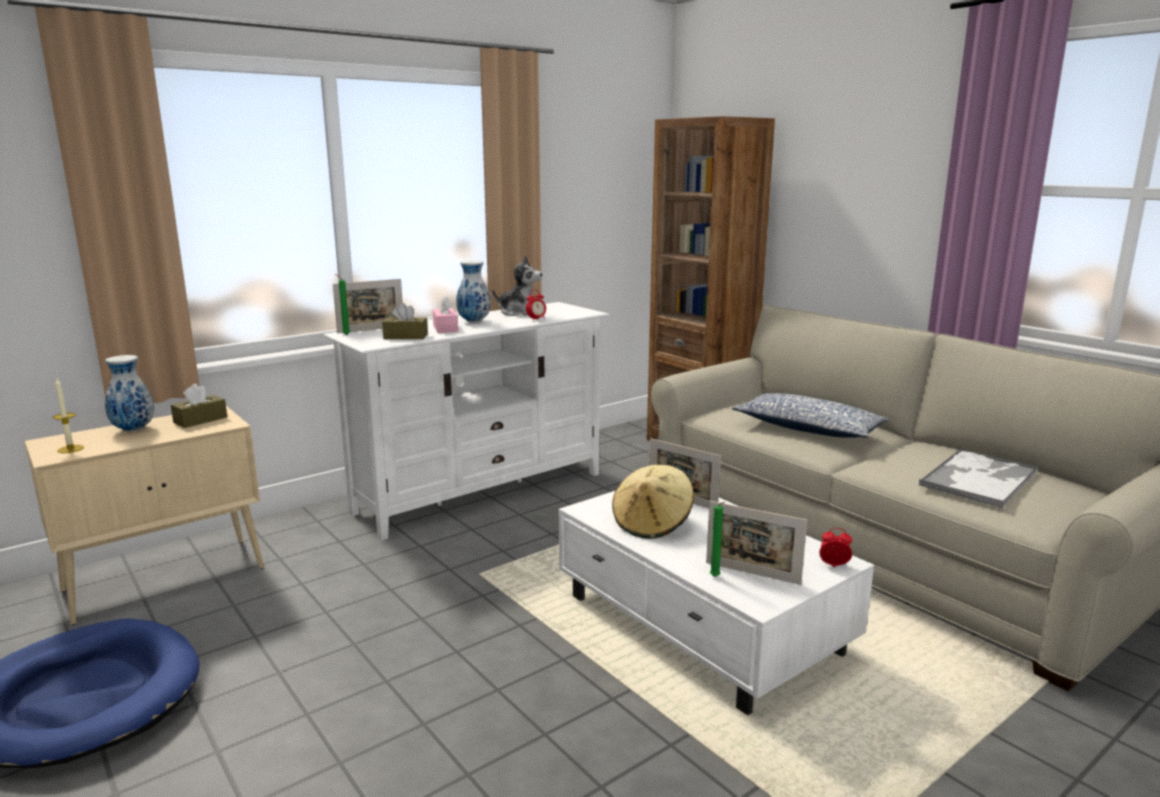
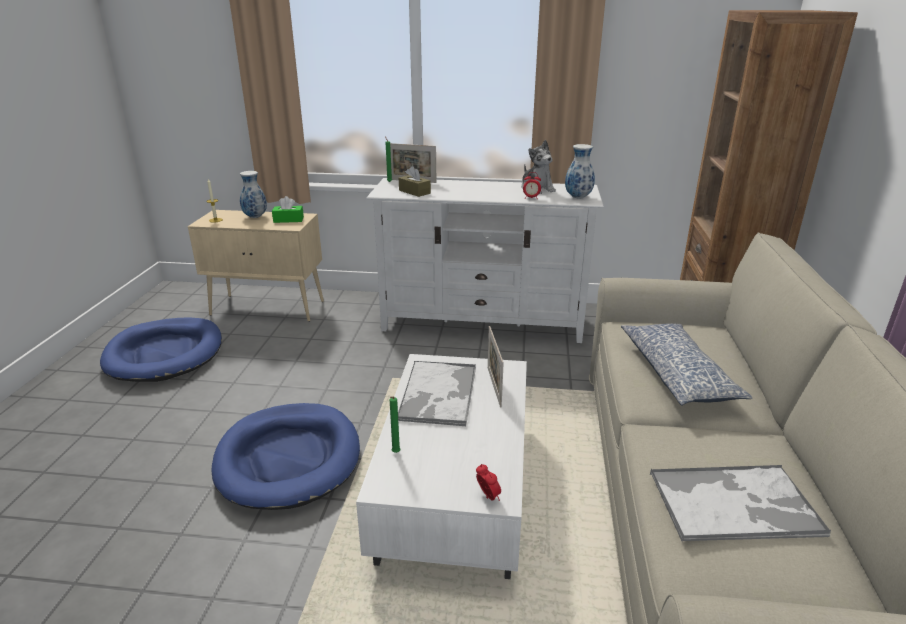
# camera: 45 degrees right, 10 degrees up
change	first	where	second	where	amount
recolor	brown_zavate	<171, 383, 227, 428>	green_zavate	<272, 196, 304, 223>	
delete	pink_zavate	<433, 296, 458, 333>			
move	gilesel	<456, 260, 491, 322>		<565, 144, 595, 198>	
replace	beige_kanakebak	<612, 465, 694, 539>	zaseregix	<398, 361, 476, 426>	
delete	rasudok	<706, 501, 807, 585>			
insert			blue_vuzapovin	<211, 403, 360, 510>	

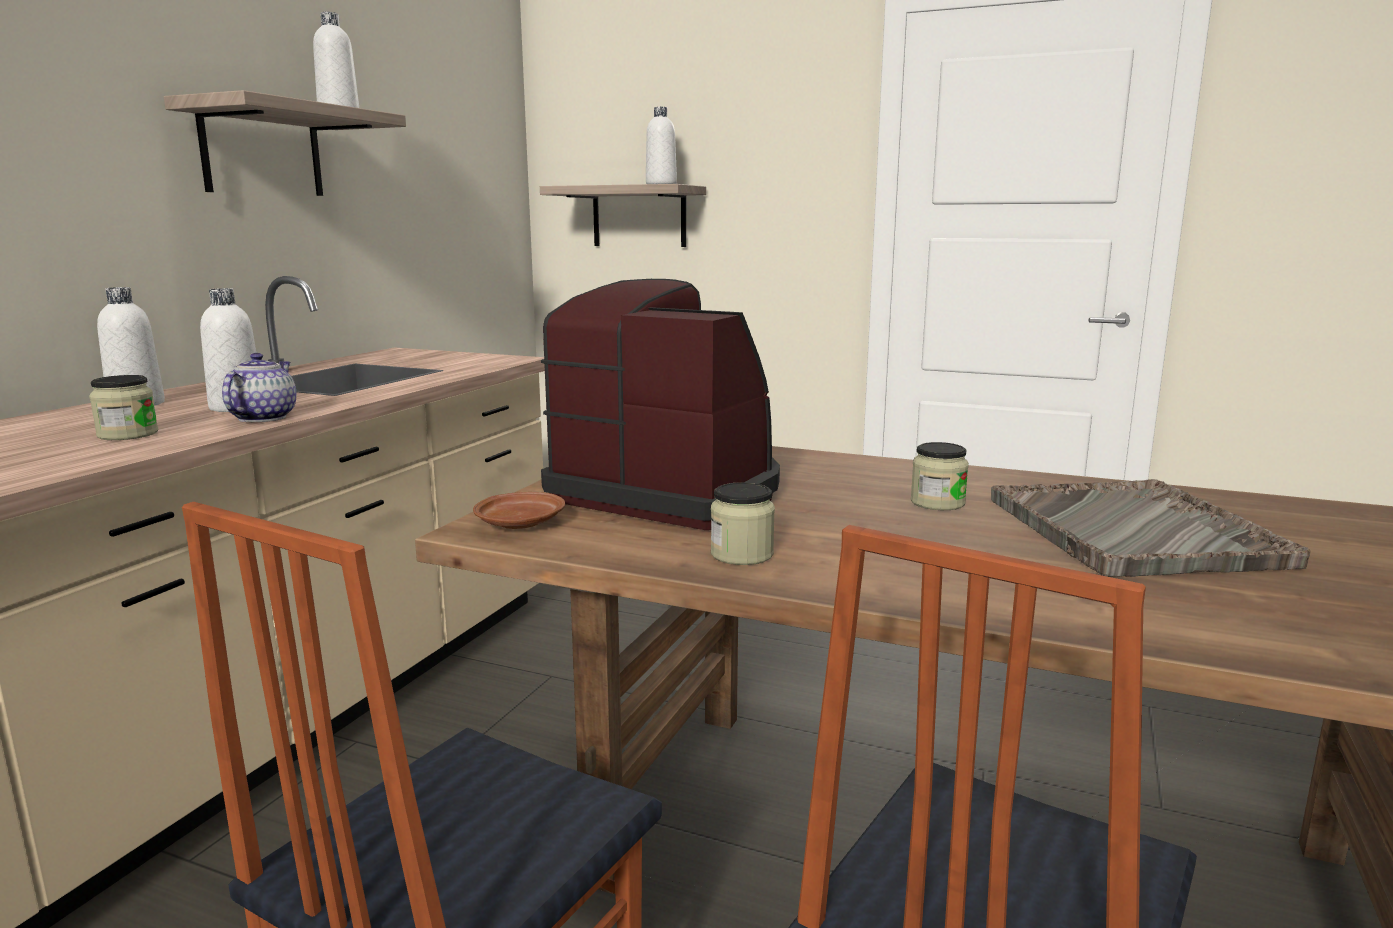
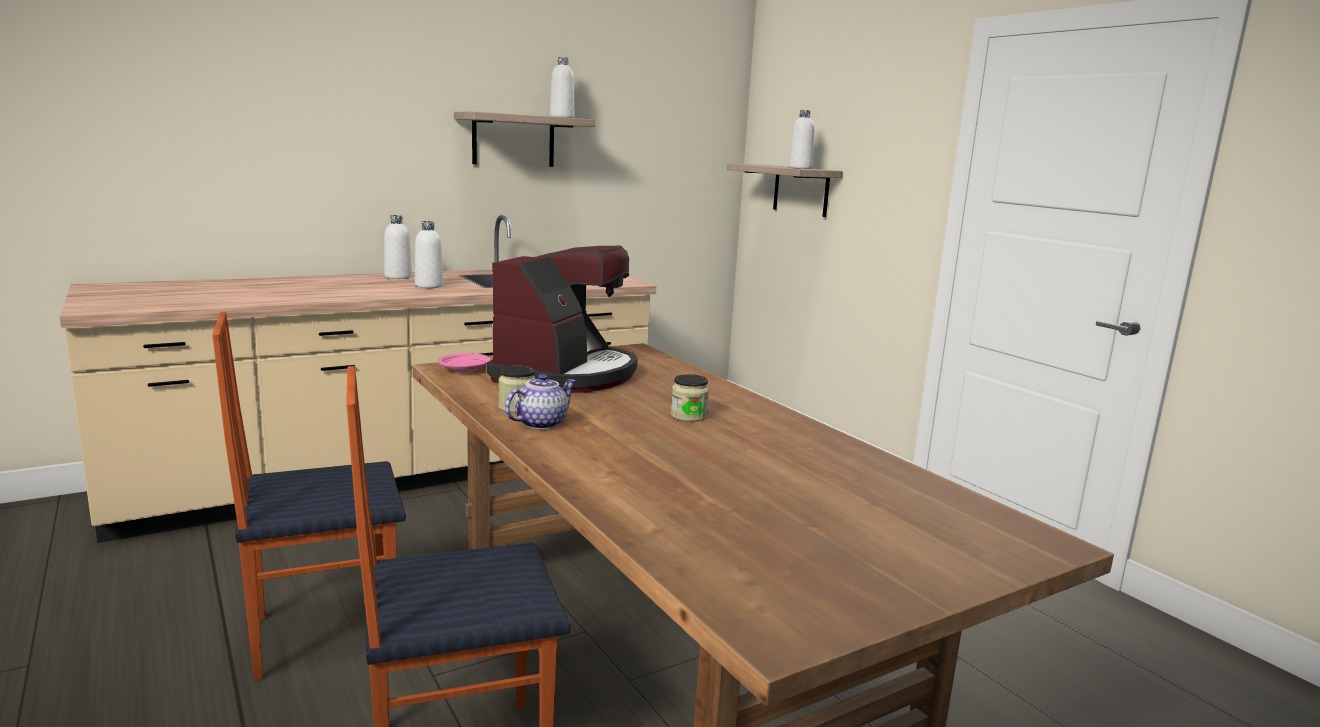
# camera: 35 degrees right, 0 degrees up
change	first	where	second	where	amount
delete	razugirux	<89, 375, 158, 440>			
move	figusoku	<222, 353, 297, 422>		<505, 374, 576, 430>	
recolor	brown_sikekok	<473, 492, 565, 529>	pink_sikekok	<438, 353, 491, 372>	
rotate	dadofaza	<541, 279, 780, 530>		<487, 246, 638, 393>	45 degrees clockwise
delete	grey_zaseregix	<991, 479, 1311, 577>			

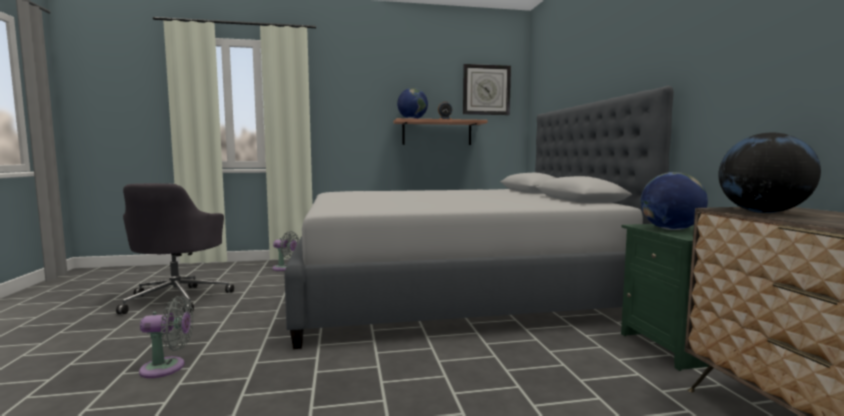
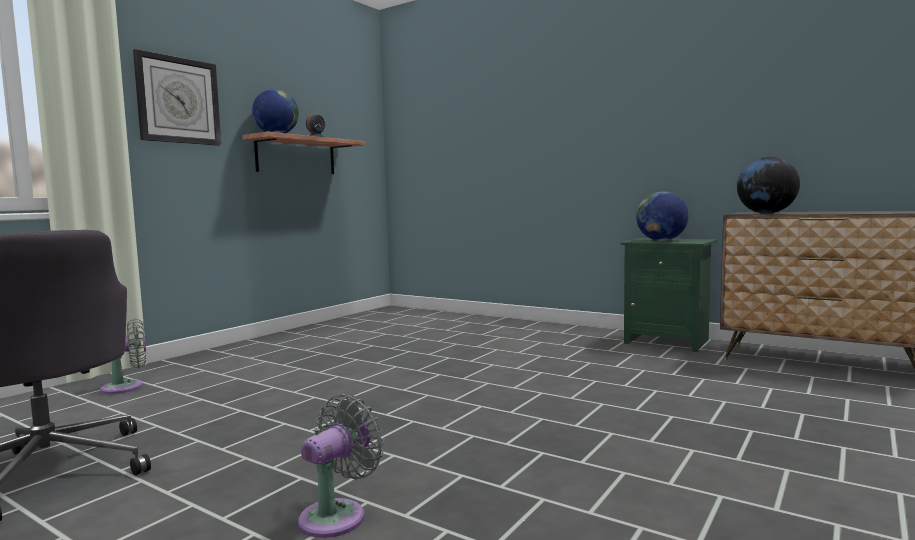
# camera: 45 degrees left, 0 degrees up
change	first	where	second	where	amount
delete	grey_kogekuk	<284, 86, 674, 349>			
move	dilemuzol	<463, 64, 511, 115>		<133, 49, 221, 146>	

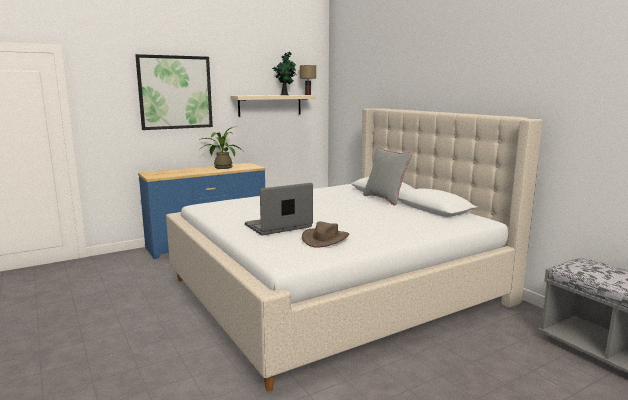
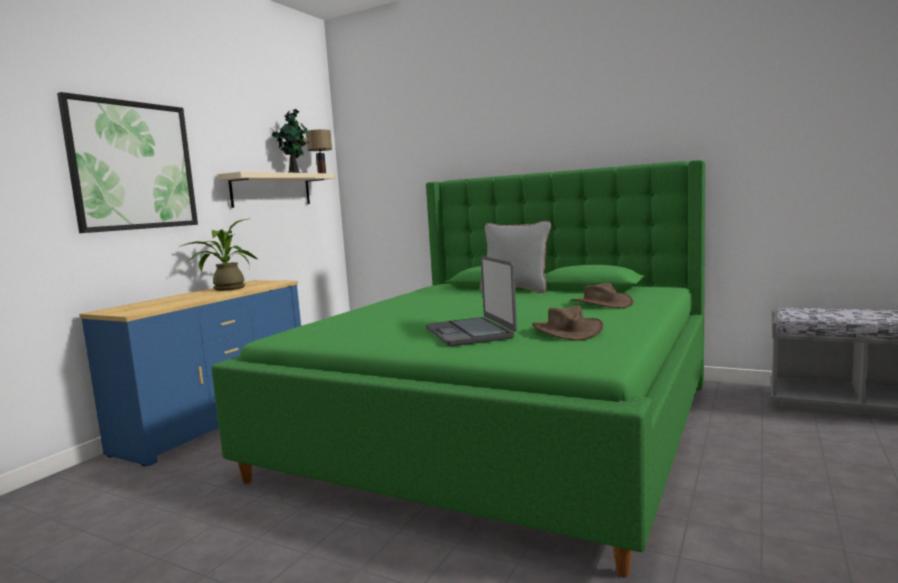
# camera: 30 degrees left, 5 degrees down
change	first	where	second	where	amount
recolor	beige_kogekuk	<166, 108, 543, 392>	green_kogekuk	<211, 160, 705, 578>	
rotate	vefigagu	<245, 183, 313, 235>		<426, 256, 517, 346>	45 degrees counterclockwise
insert			brown_kanakebak	<570, 283, 633, 308>	

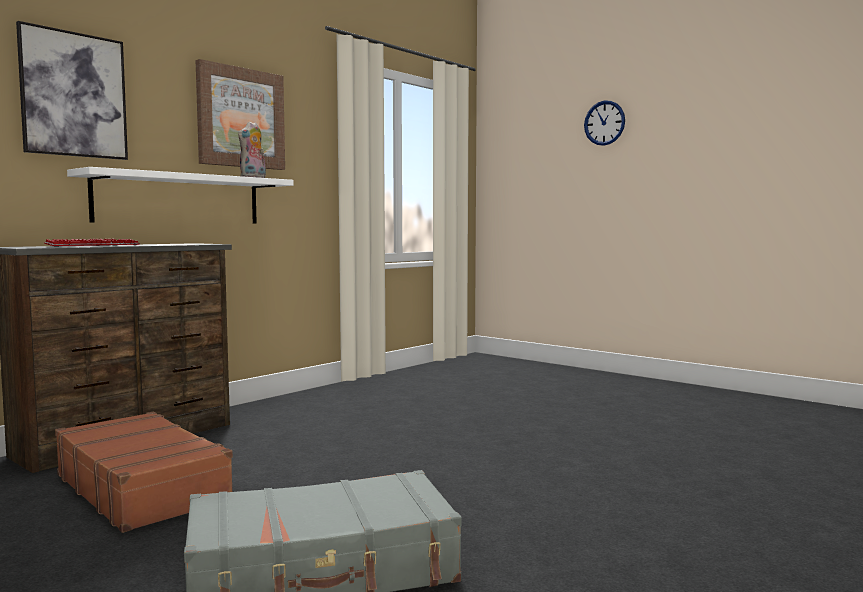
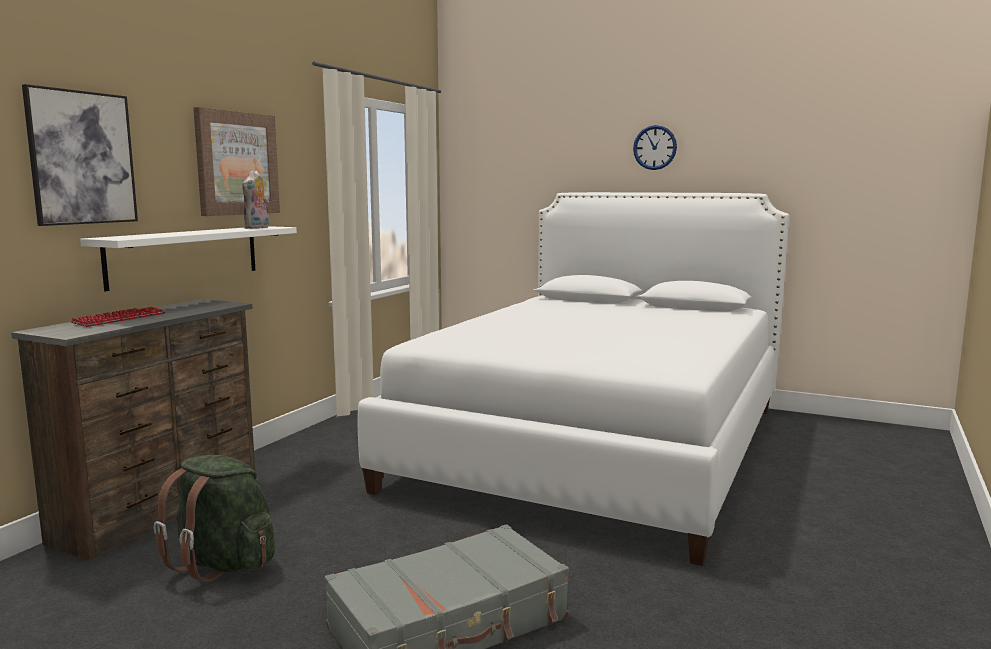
# camera: 15 degrees left, 5 degrees up
change	first	where	second	where	amount
replace	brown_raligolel	<55, 412, 233, 533>	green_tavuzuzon	<154, 455, 275, 582>	
move	dilemuzol	<584, 100, 625, 146>		<633, 125, 677, 170>	
insert			white_kogekuk	<358, 192, 789, 566>	

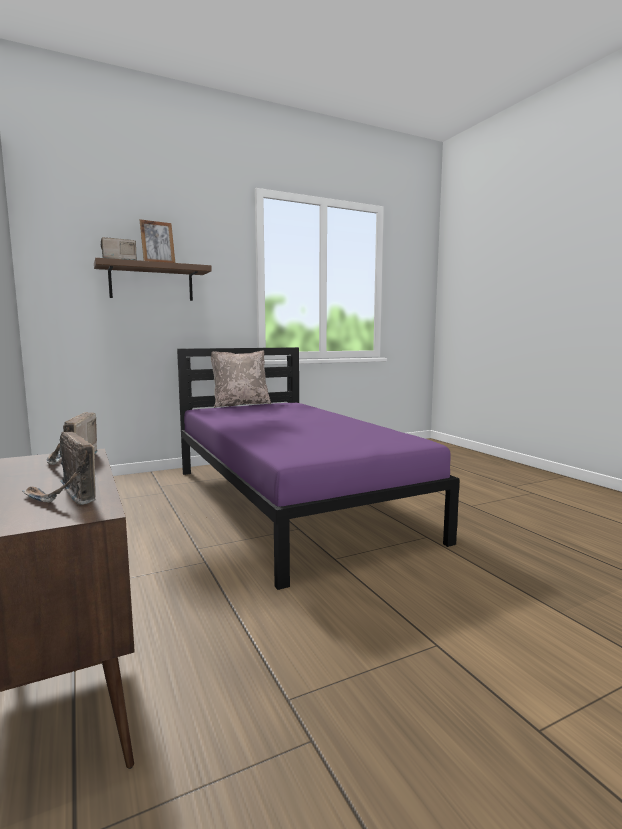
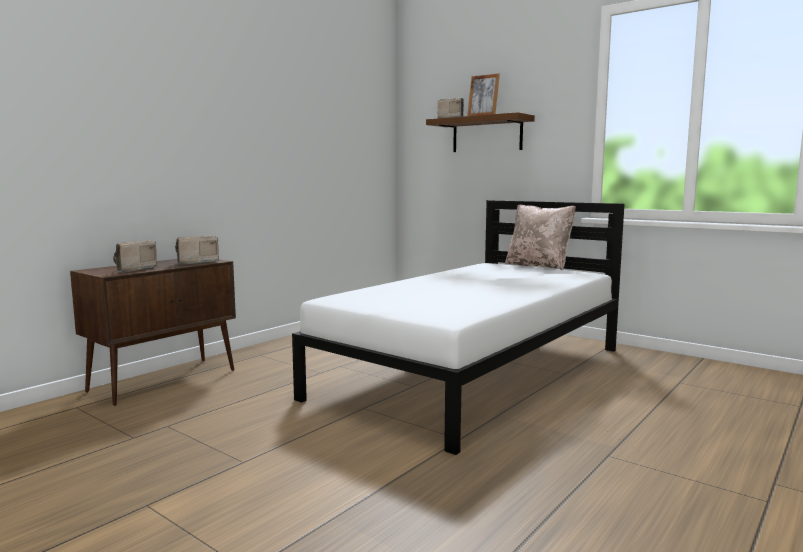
# camera: 65 degrees right, 0 degrees up
change	first	where	second	where	amount
recolor	purple_kogekuk	<177, 347, 460, 590>	white_kogekuk	<292, 200, 624, 455>	

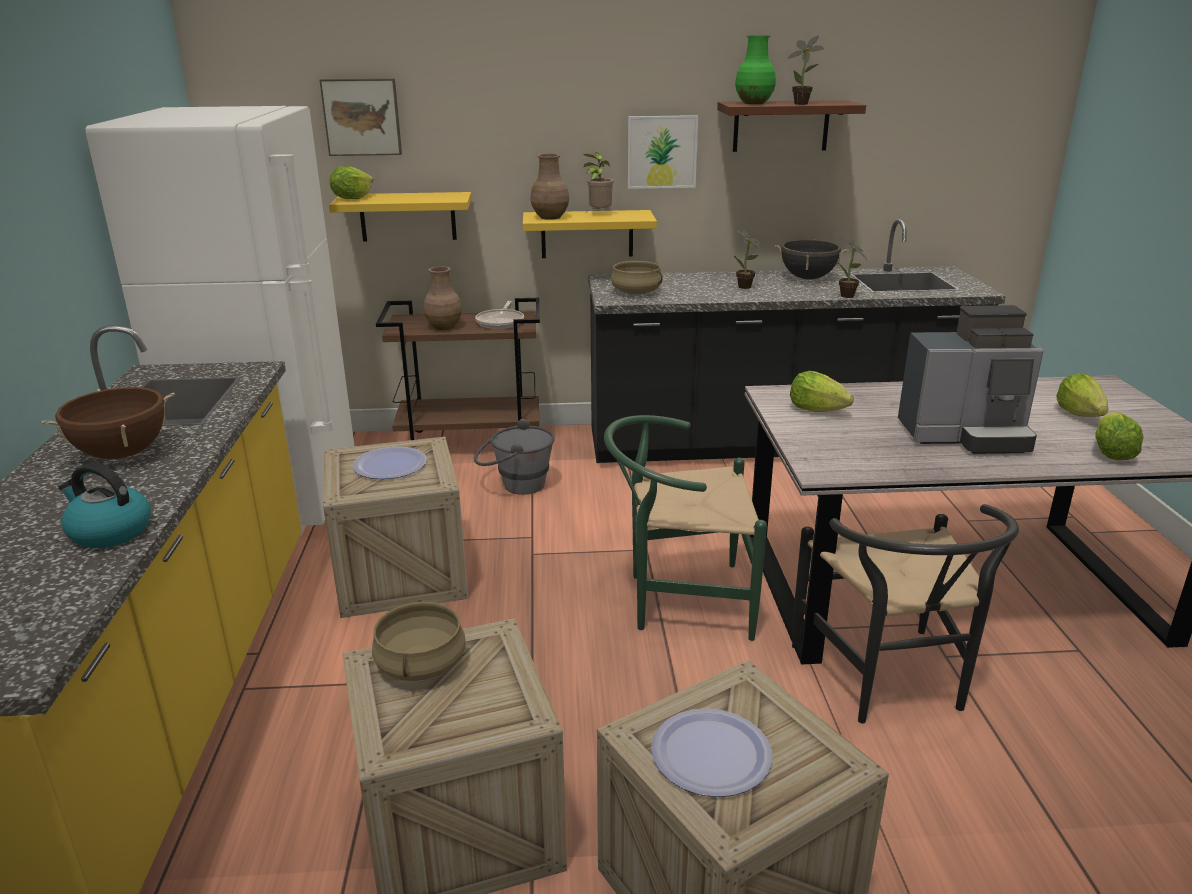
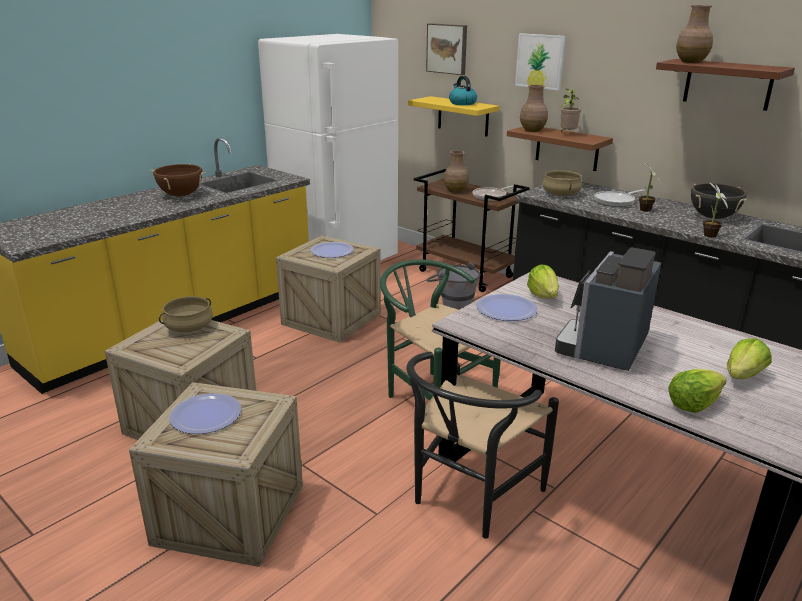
# camera: 45 degrees right, 0 degrees up
change	first	where	second	where	amount
move	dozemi	<58, 463, 151, 548>		<449, 76, 477, 105>	
delete	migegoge	<330, 166, 374, 199>			
recolor	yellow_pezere	<523, 210, 657, 258>	brown_pezere	<507, 127, 613, 171>	
move	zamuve	<627, 115, 698, 189>		<515, 33, 565, 90>	
recolor	green_gilesel	<735, 35, 776, 104>	brown_gilesel	<676, 5, 713, 63>	
delete	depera	<788, 35, 825, 105>			
rotate	dadofaza	<898, 305, 1044, 454>		<555, 248, 661, 371>	75 degrees clockwise
insert			sikekok	<476, 294, 538, 321>	
insert			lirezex	<594, 190, 645, 207>	

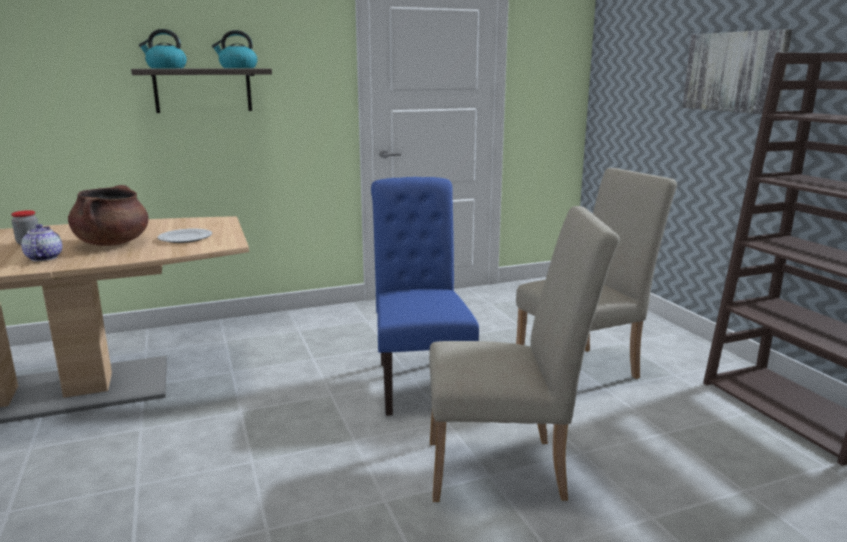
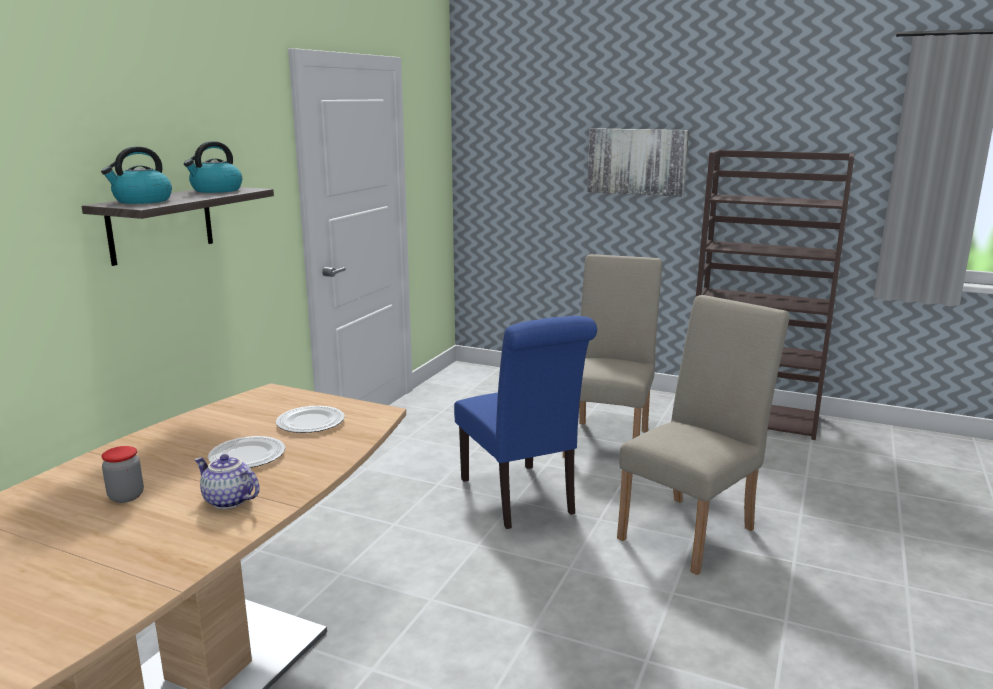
# camera: 45 degrees left, 0 degrees up
change	first	where	second	where	amount
replace	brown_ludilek	<68, 185, 149, 246>	sikekok	<208, 436, 285, 468>	
rotate	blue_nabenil	<371, 177, 479, 416>		<454, 316, 597, 529>	150 degrees counterclockwise

